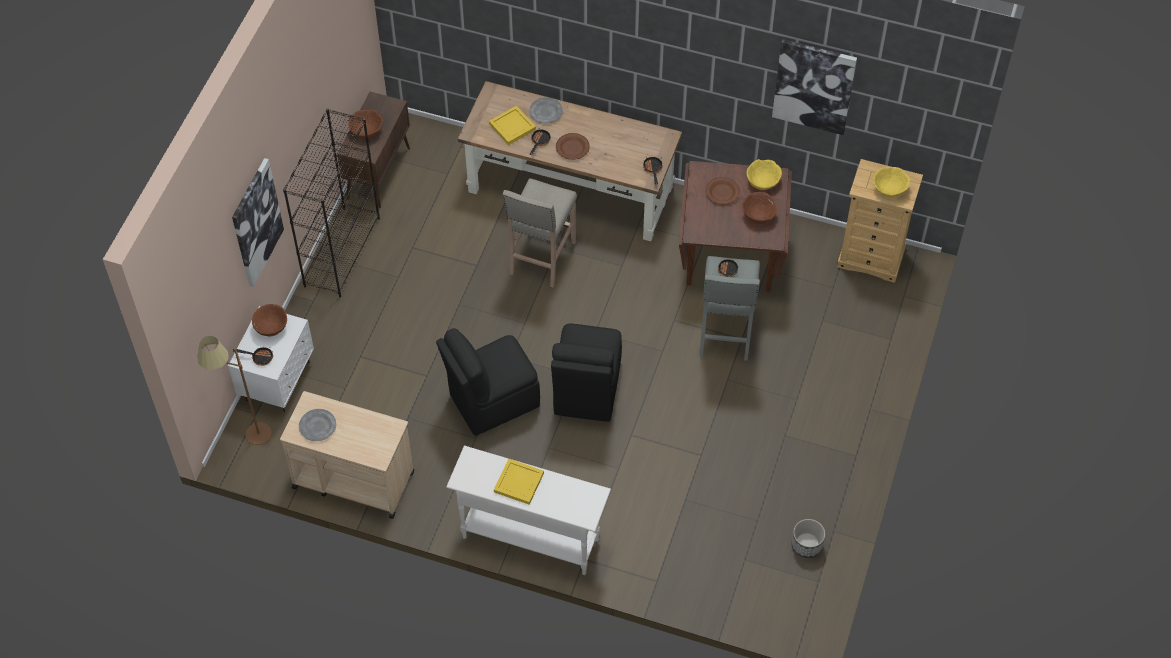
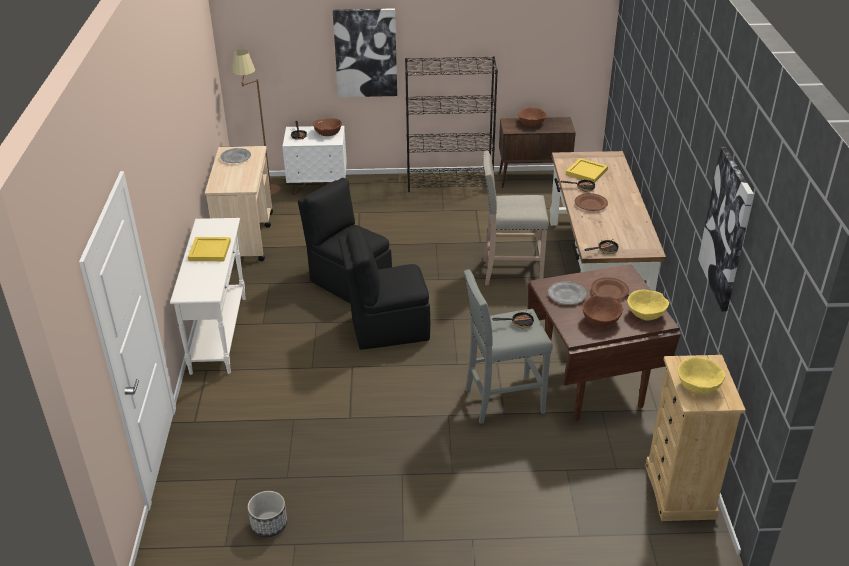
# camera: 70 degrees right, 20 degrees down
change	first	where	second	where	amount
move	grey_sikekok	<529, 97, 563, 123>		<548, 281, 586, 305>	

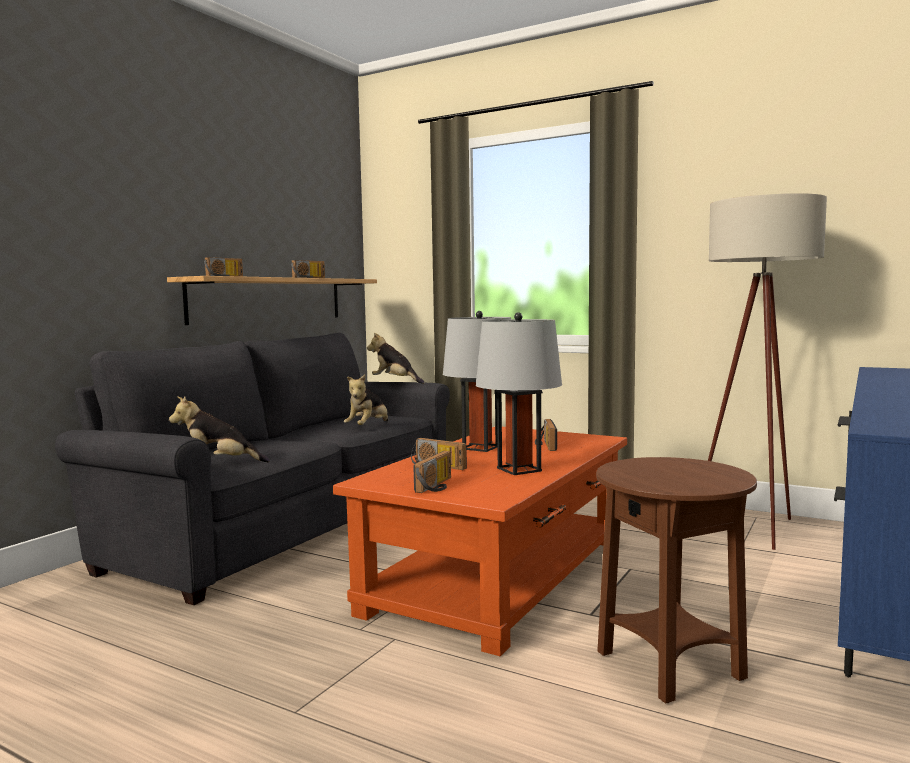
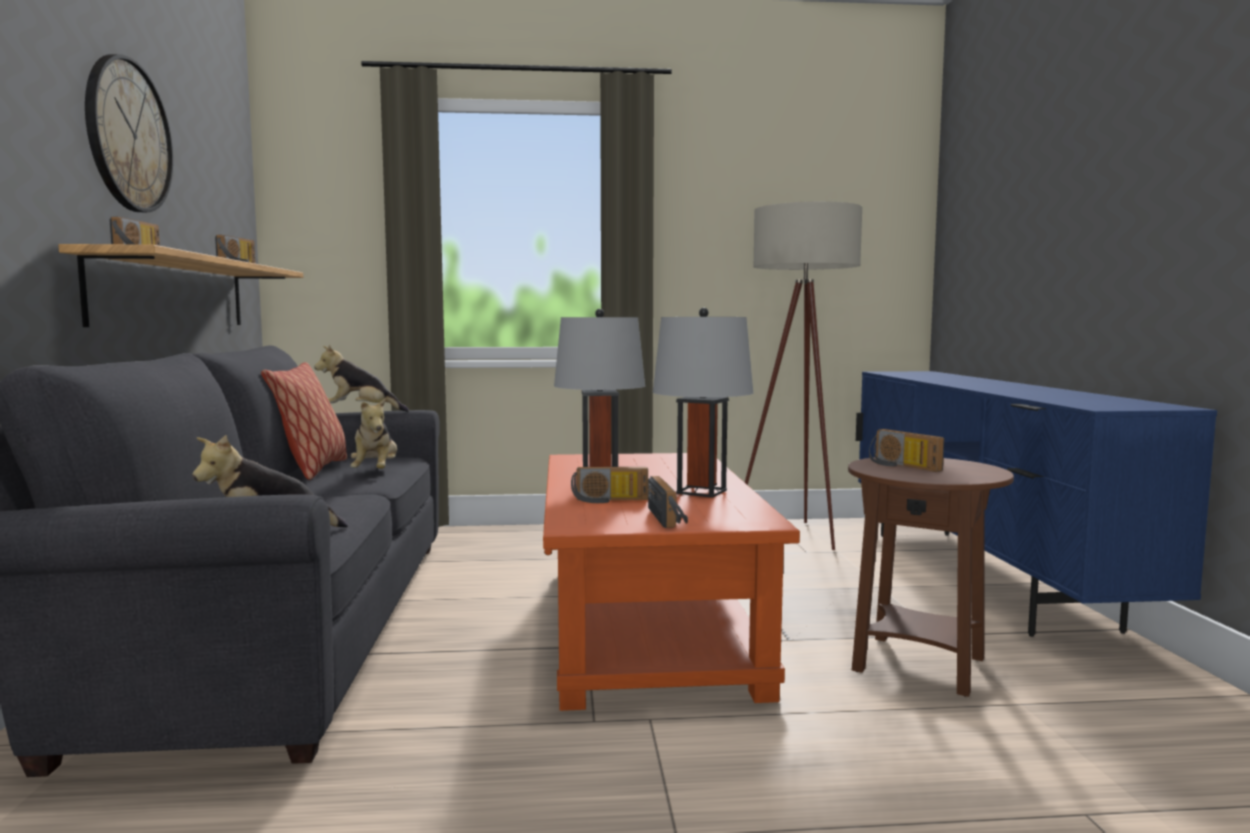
# camera: 35 degrees left, 0 degrees up
change	first	where	second	where	amount
move	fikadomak	<535, 419, 557, 451>		<869, 429, 944, 472>	
insert			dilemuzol	<85, 54, 173, 212>	
insert			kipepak	<261, 362, 347, 480>	

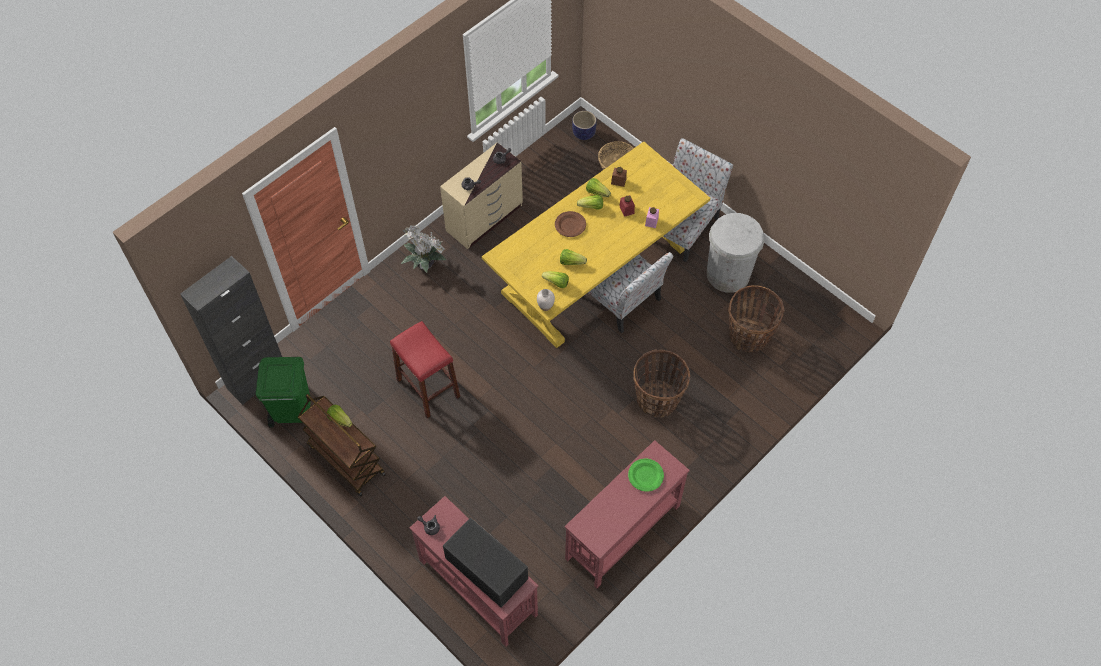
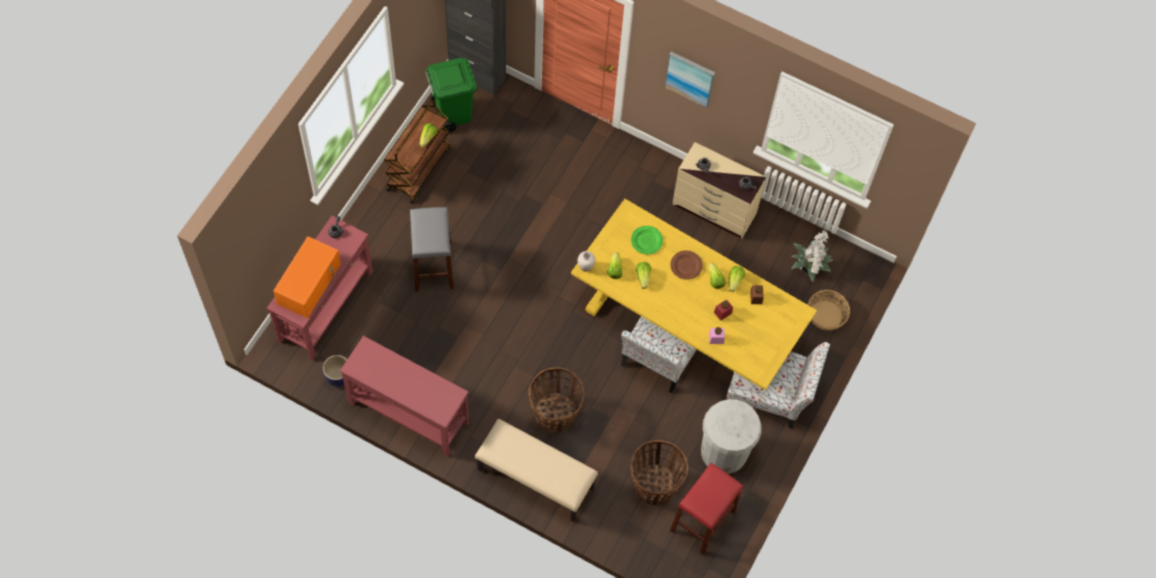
# camera: 70 degrees right, 5 degrees up
change	first	where	second	where	amount
move	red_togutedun	<390, 321, 460, 419>		<670, 463, 743, 555>	
move	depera	<401, 225, 447, 273>		<791, 230, 833, 282>	
recolor	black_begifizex	<443, 518, 528, 608>	orange_begifizex	<273, 236, 341, 318>	
move	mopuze	<572, 111, 597, 140>		<323, 355, 347, 387>	
move	green_sikekok	<628, 459, 664, 492>		<631, 226, 663, 254>	
insert			grey_togutedun	<410, 207, 454, 292>	
insert			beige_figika	<475, 419, 598, 522>	
insert			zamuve	<664, 51, 715, 108>	

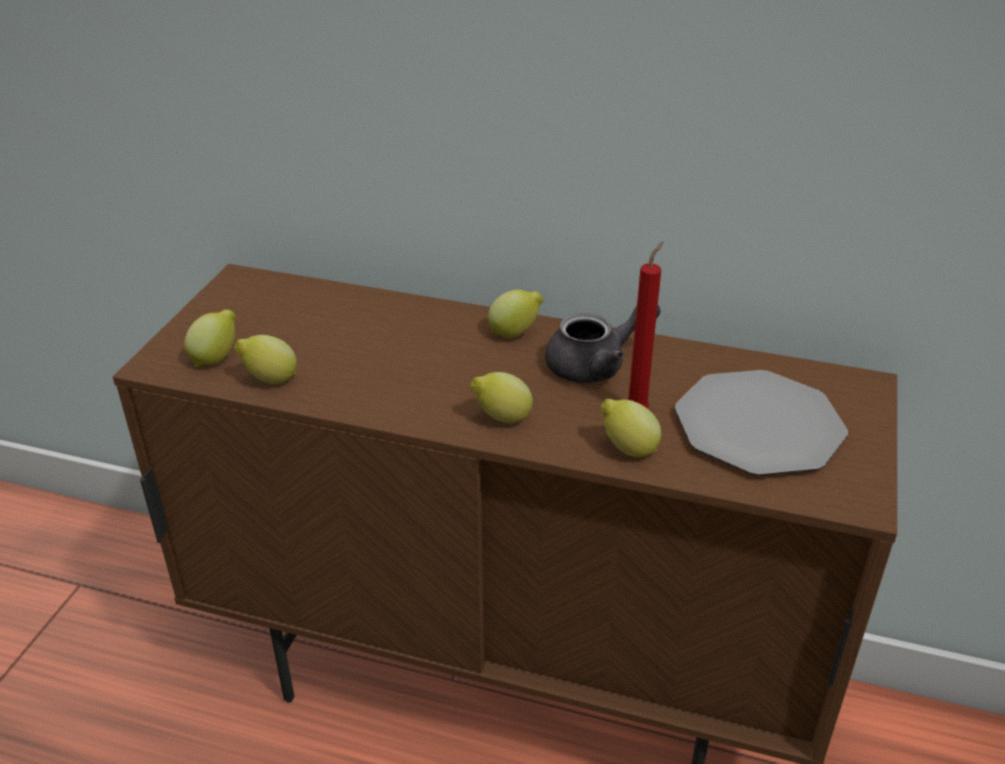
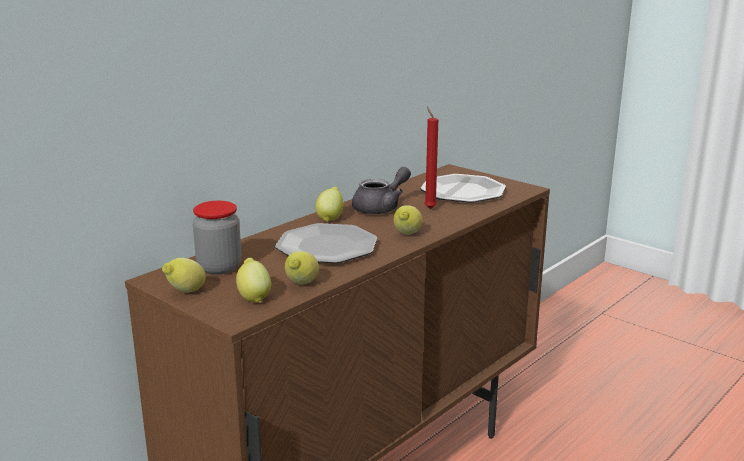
# camera: 65 degrees left, 15 degrees down
change	first	where	second	where	amount
rotate	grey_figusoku	<545, 305, 660, 383>		<352, 167, 411, 214>	45 degrees clockwise
move	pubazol	<601, 399, 661, 457>		<162, 258, 205, 292>	
insert			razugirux	<193, 201, 241, 275>	
insert			sikekok	<275, 223, 377, 263>	

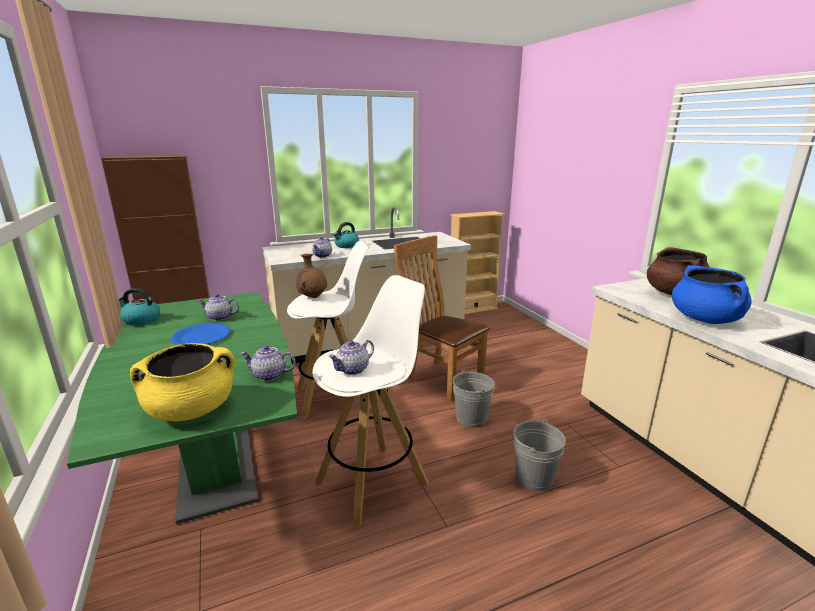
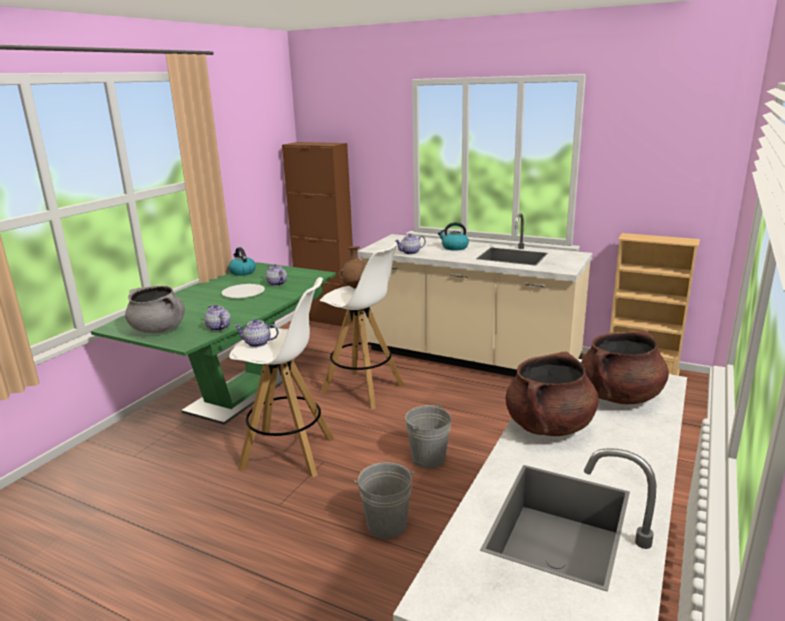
# camera: 50 degrees right, 0 degrees up
change	first	where	second	where	amount
recolor	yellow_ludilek	<130, 343, 235, 421>	grey_ludilek	<125, 286, 185, 333>	
recolor	blue_sikekok	<171, 323, 230, 345>	white_sikekok	<221, 284, 265, 298>	
delete	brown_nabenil	<394, 236, 490, 401>			
recolor	blue_ludilek	<672, 265, 752, 324>	brown_ludilek	<506, 352, 599, 436>	

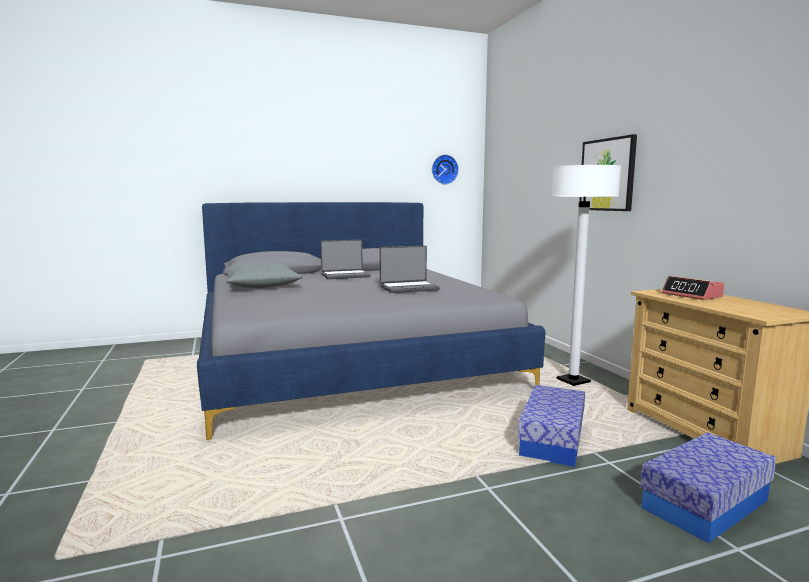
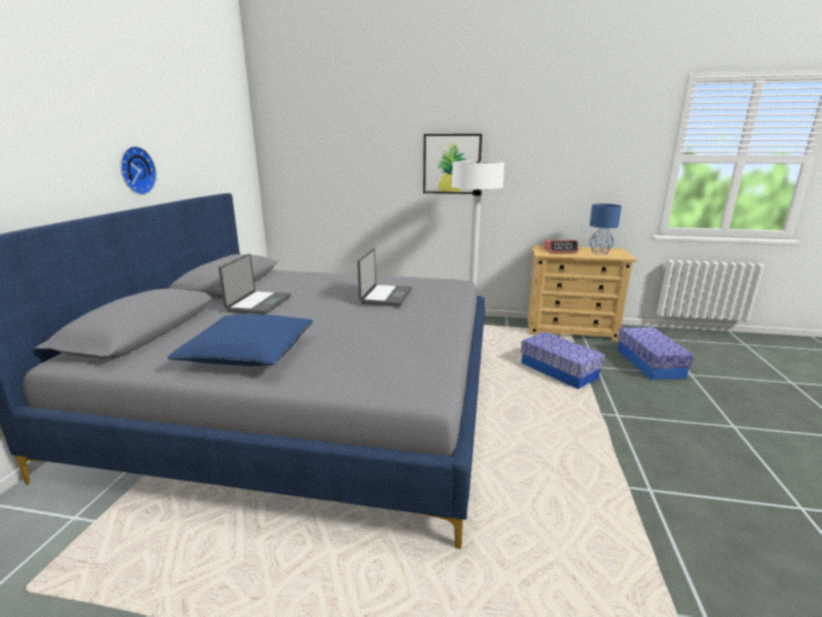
# camera: 60 degrees left, 10 degrees up
change	first	where	second	where	amount
recolor	grey_kipepak	<223, 262, 303, 288>	blue_kipepak	<167, 314, 313, 366>	
move	dilemuzol	<432, 155, 459, 185>		<120, 146, 157, 195>	
insert			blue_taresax	<589, 204, 622, 255>	

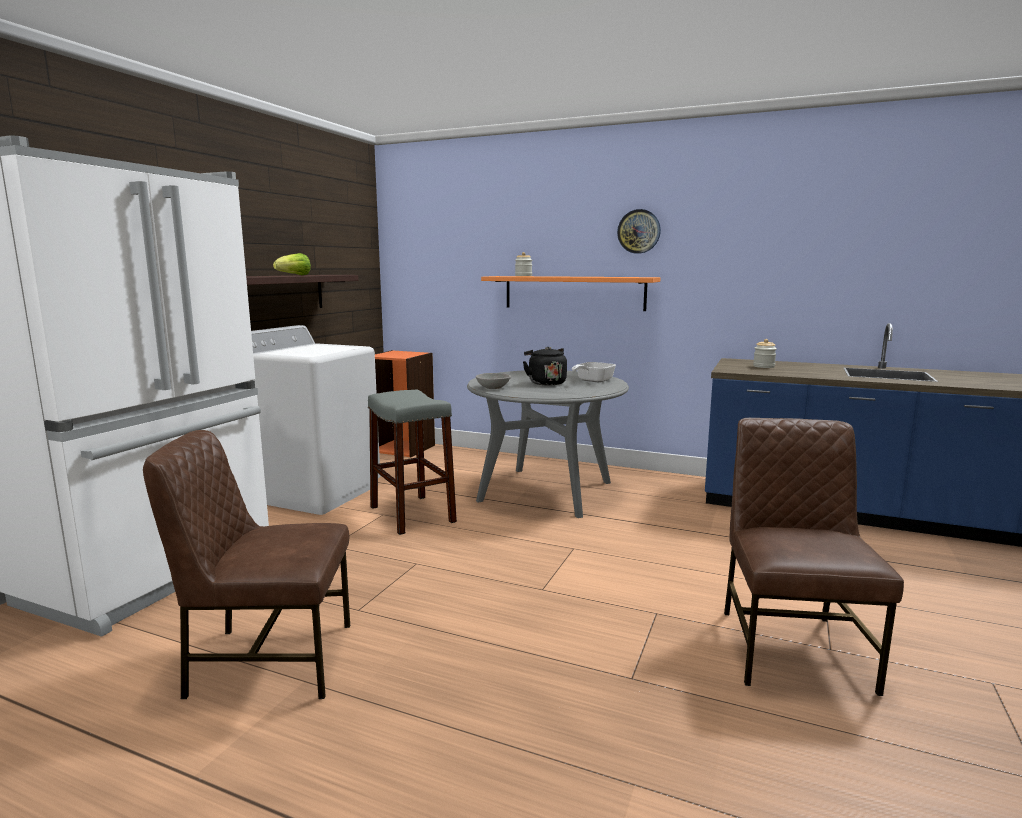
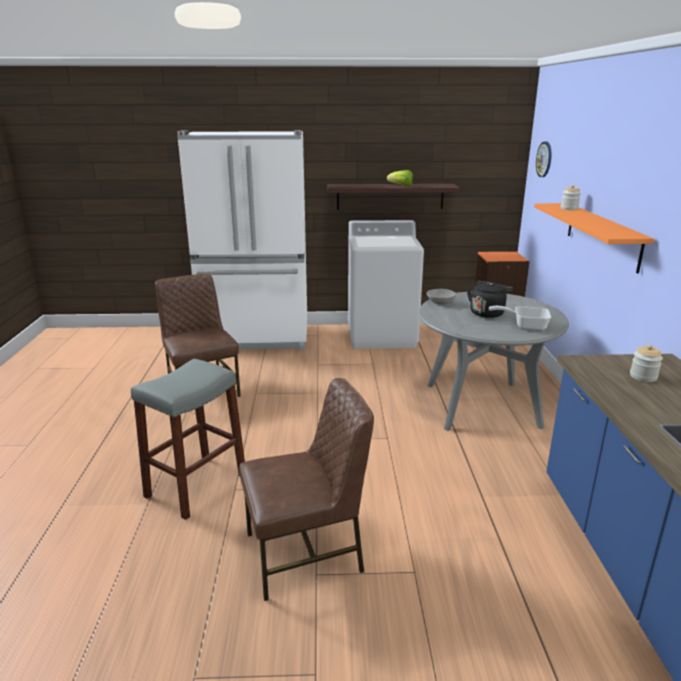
# camera: 65 degrees right, 10 degrees up
change	first	where	second	where	amount
move	grey_togutedun	<368, 390, 457, 535>		<131, 359, 245, 520>	
move	dilemuzol	<617, 209, 661, 254>		<536, 141, 551, 177>	

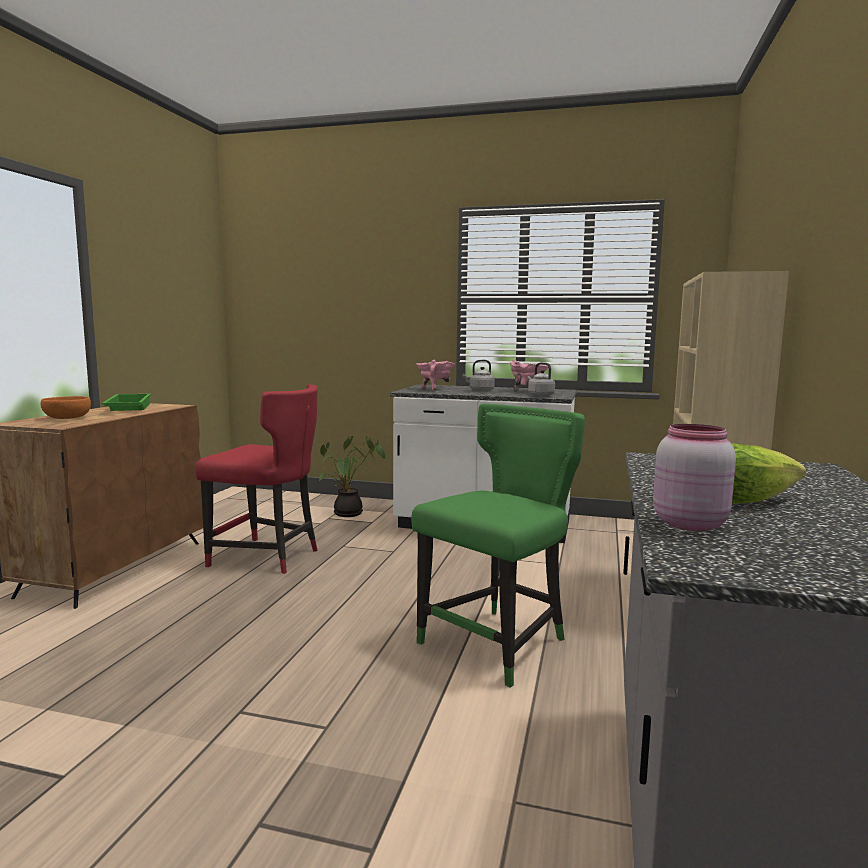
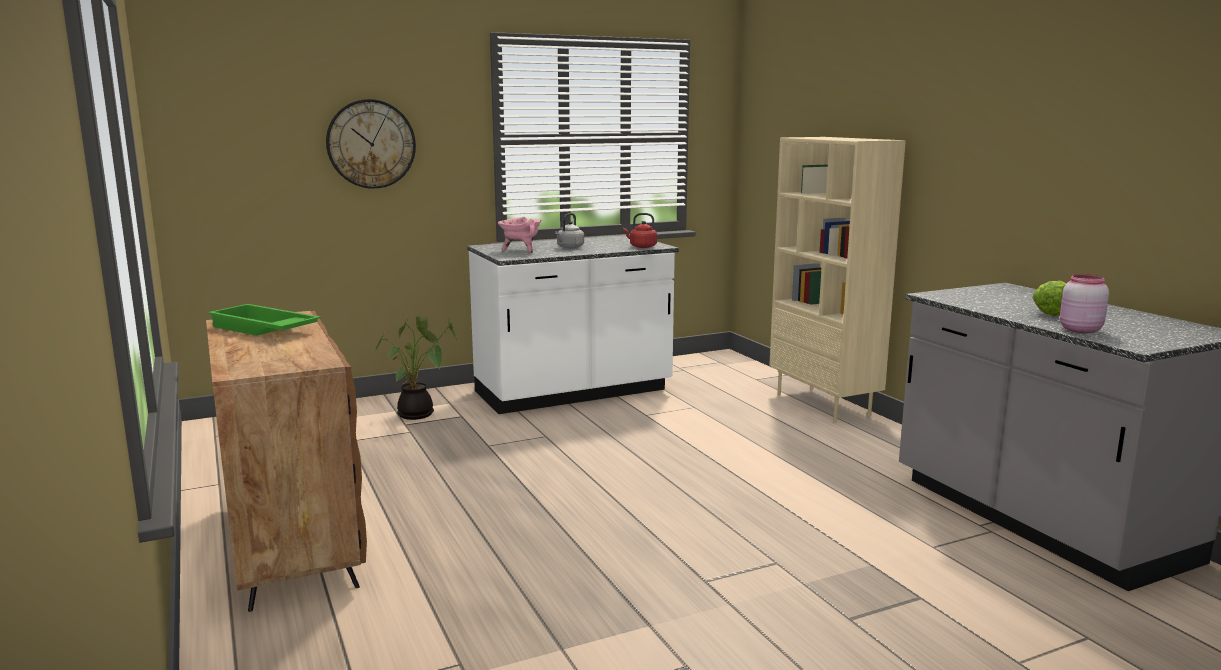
# camera: 40 degrees left, 5 degrees up
change	first	where	second	where	amount
delete	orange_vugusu	<41, 396, 91, 419>			
delete	red_nabenil	<195, 384, 318, 574>			
delete	green_nabenil	<411, 404, 585, 688>			
delete	pink_ludilek	<510, 359, 548, 390>			
recolor	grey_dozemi	<527, 362, 555, 397>	red_dozemi	<623, 213, 657, 248>	
insert			dilemuzol	<326, 99, 416, 189>	

